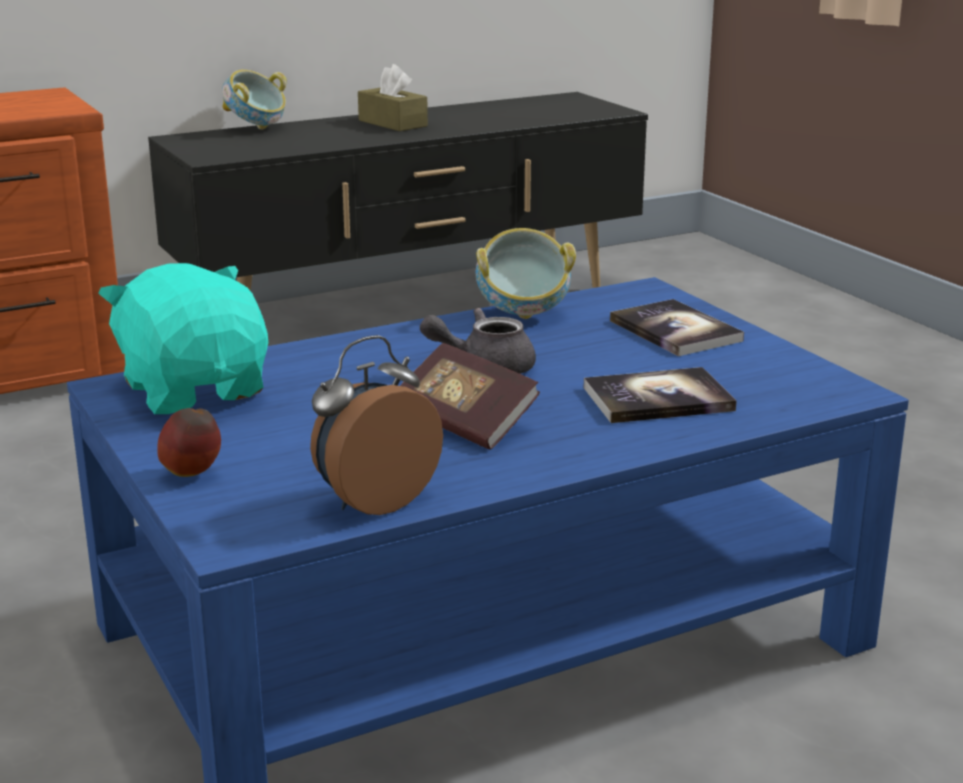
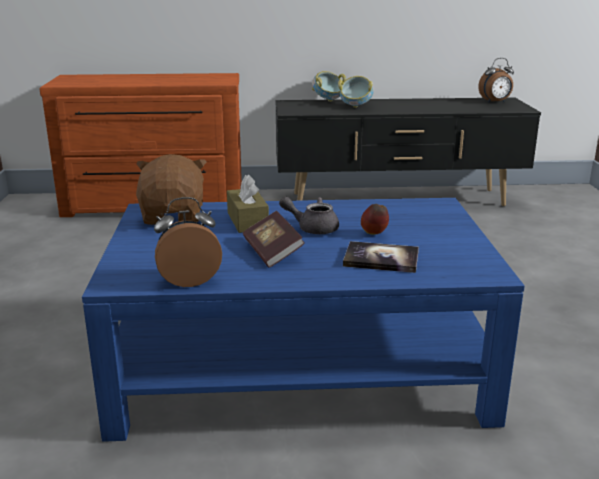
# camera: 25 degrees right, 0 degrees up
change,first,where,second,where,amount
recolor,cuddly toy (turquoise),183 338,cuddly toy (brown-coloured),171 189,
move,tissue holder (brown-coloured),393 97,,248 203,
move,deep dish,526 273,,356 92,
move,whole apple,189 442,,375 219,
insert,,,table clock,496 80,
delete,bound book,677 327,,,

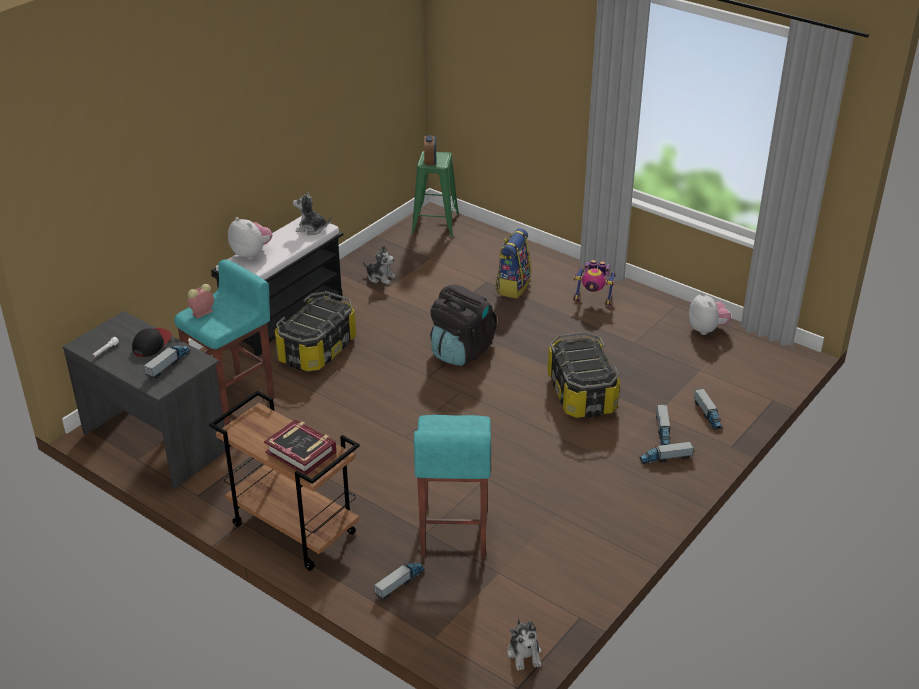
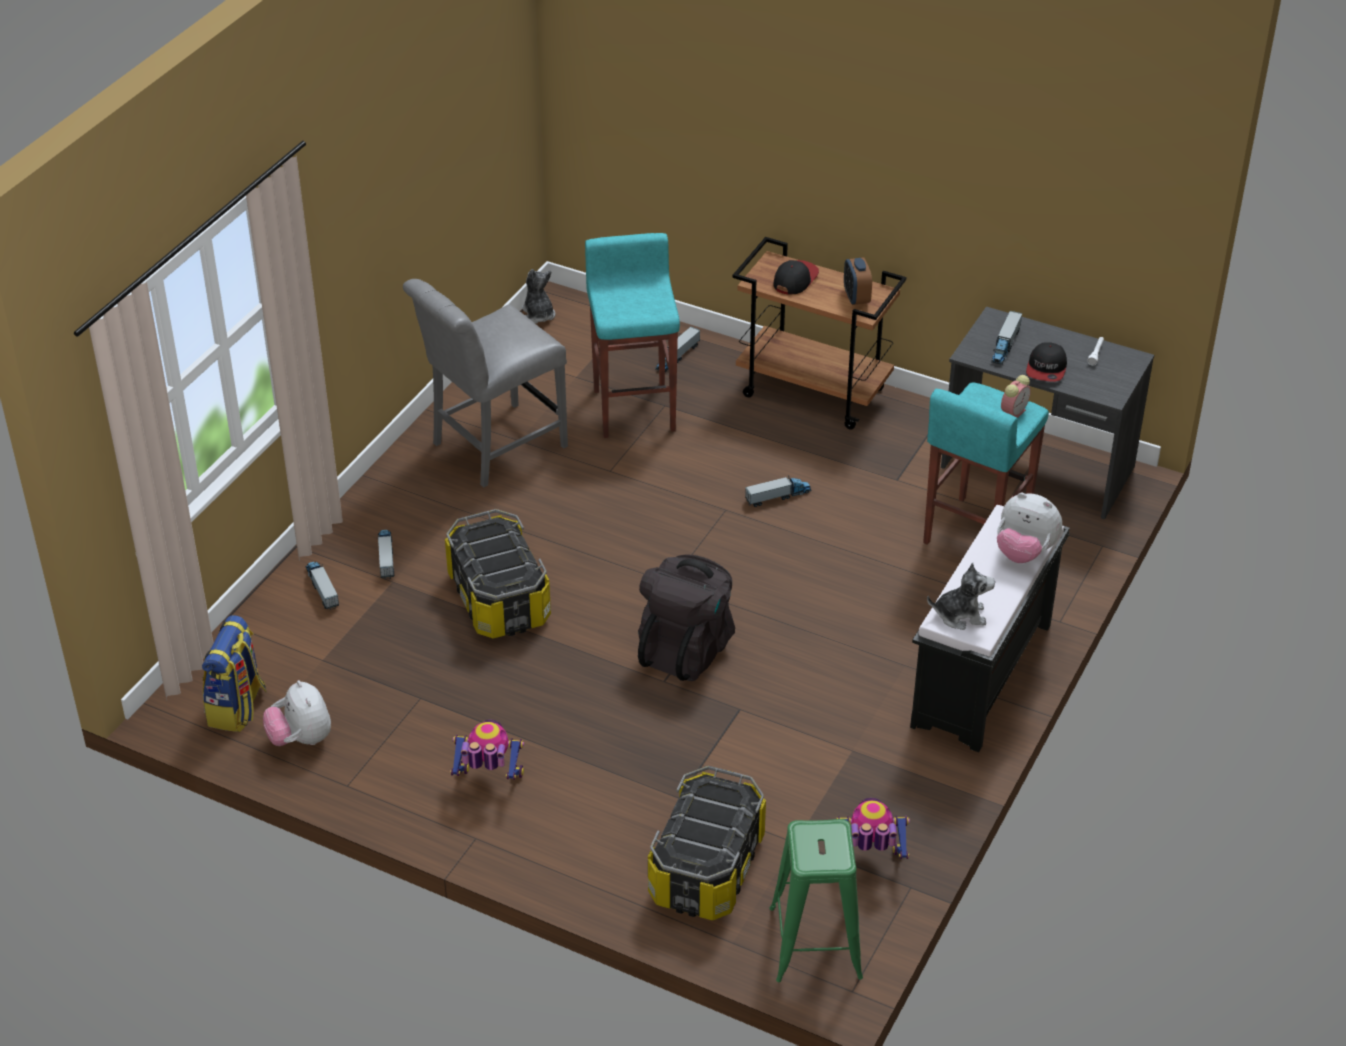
# camera: 170 degrees right, 5 degrees up
change,first,where,second,where,amount
move,knapsack,513 263,,234 673,
insert,,,chair (greyish),485 383,
move,storage container,315 331,,707 843,
move,toy lorry,666 453,,778 491,
replace,bound book,300 447,baseball cap,796 277,
insert,,,model robot,873 828,
move,table clock,430 150,,858 281,
delete,cuddly toy,379 265,,,

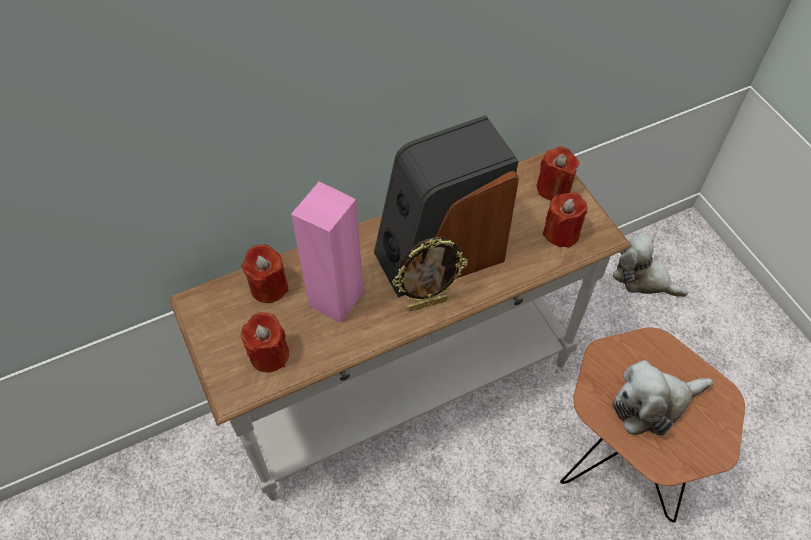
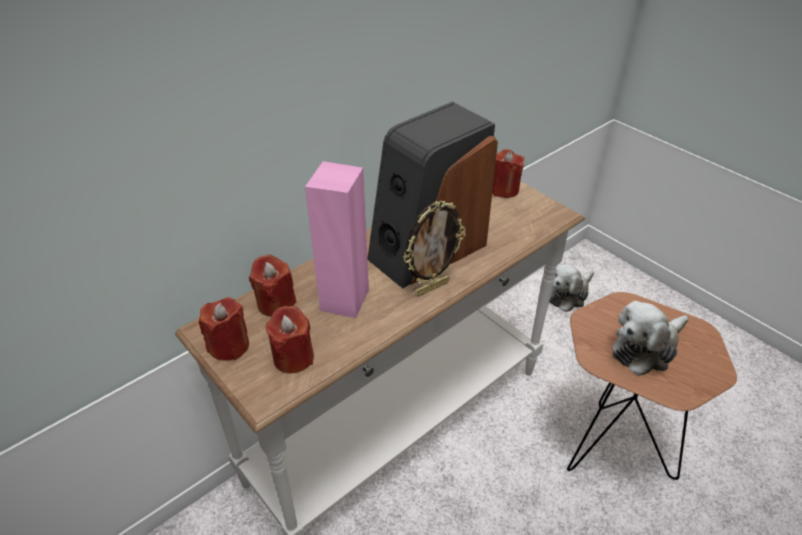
# camera: 15 degrees left, 15 degrees down
change,first,where,second,where,amount
move,candle (red),565 220,,224 329,
rotate,cuddly toy,650 265,,571 287,60 degrees counterclockwise

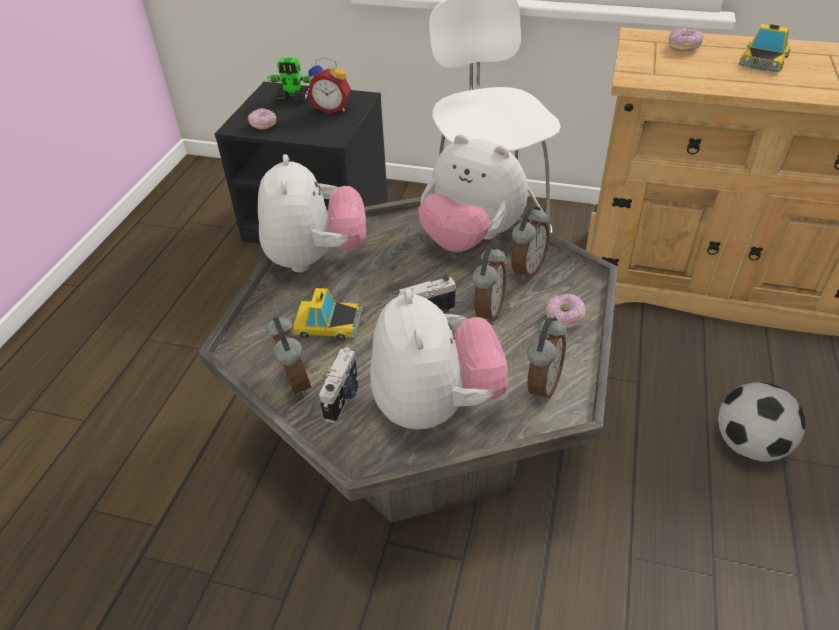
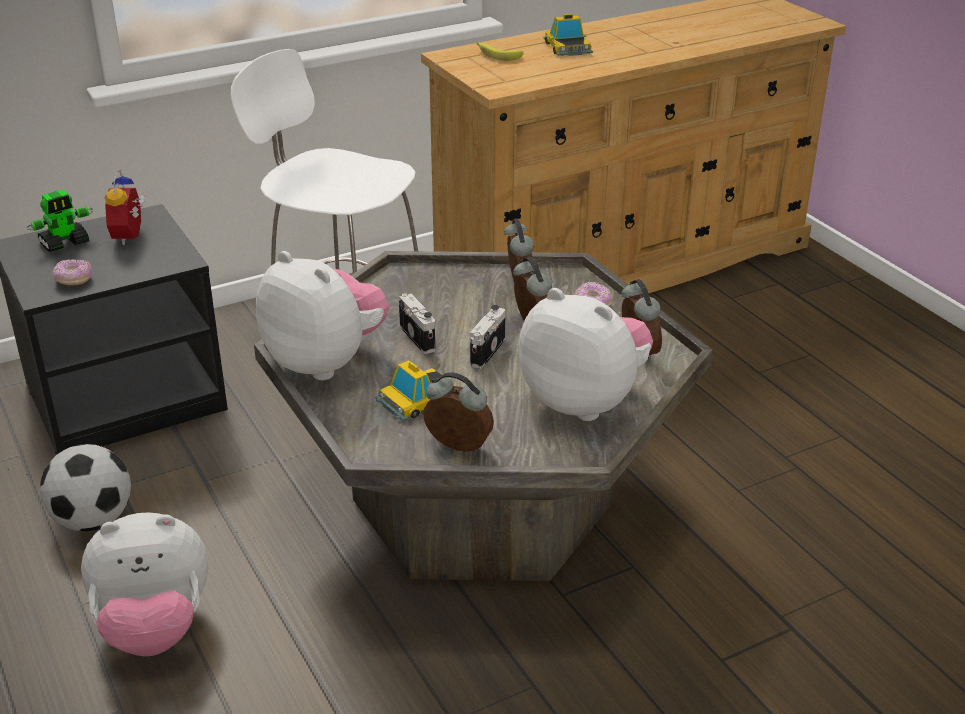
# camera: 45 degrees left, 10 degrees down
change,first,where,second,where,amount
move,football,761 422,,85 487,
move,cuddly toy,473 193,,144 584,
rotate,table clock,329 86,,125 207,120 degrees clockwise
move,still camera,338 385,,417 323,
replace,donut,685 39,banana fruit,500 51,

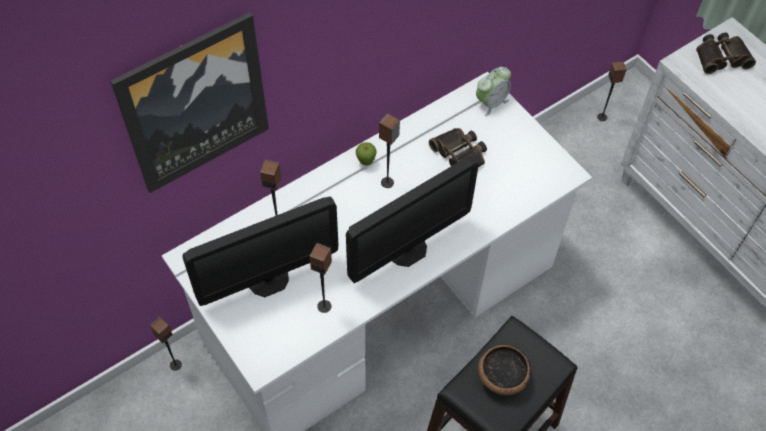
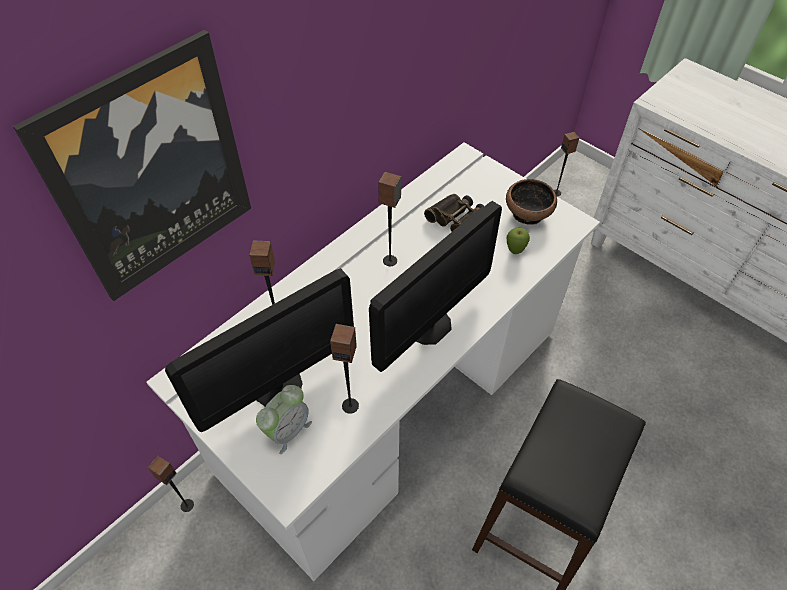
# camera: 10 degrees left, 5 degrees down
change,first,where,second,where,amount
move,table clock,493 91,,284 419,
move,deep dish,504 369,,531 202,
move,whole apple,366 154,,518 241,
delete,pair of binoculars,726 53,,,

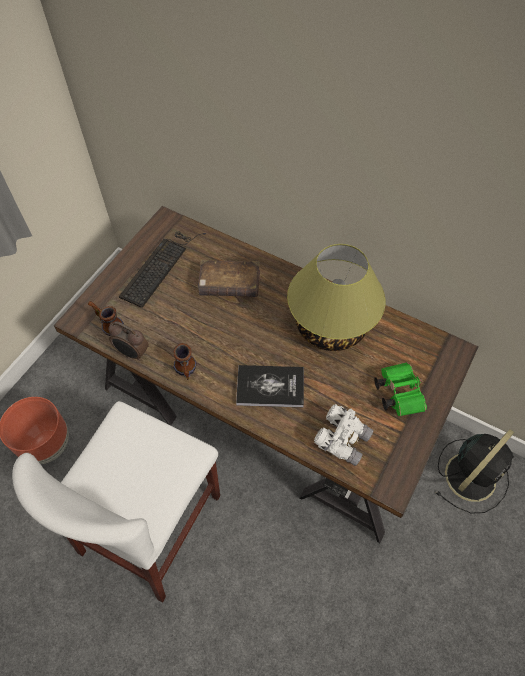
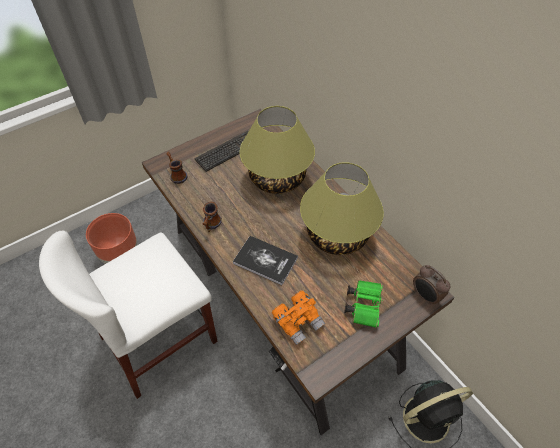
# camera: 25 degrees right, 5 degrees down
change,first,where,second,where,amount
replace,bound book (brown-coloured),229 278,lamp for a table,277 150,
recolor,pair of binoculars (whitish),344 435,pair of binoculars (orange),298 318,
move,table clock,128 341,,431 285,

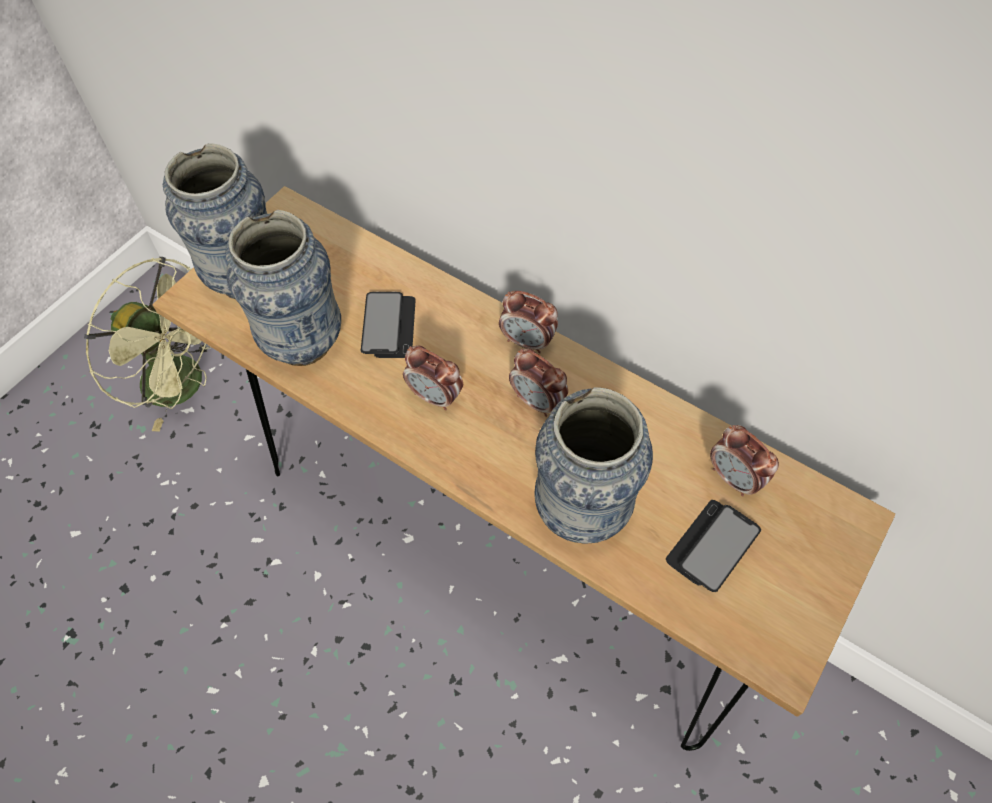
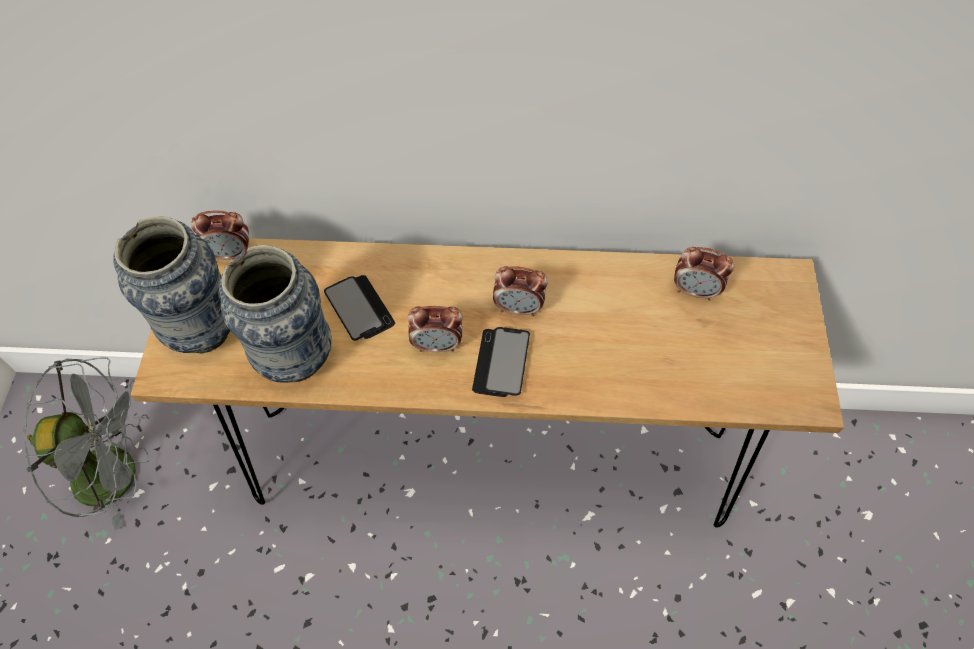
# camera: 30 degrees left, 0 degrees up
change,first,where,second,where,amount
recolor,cooling fan (green-coloured),147 344,cooling fan (greyish),86 444,
move,table clock,528 322,,220 235,
move,telephone,713 546,,501 362,
delete,flower vase,593 465,,,

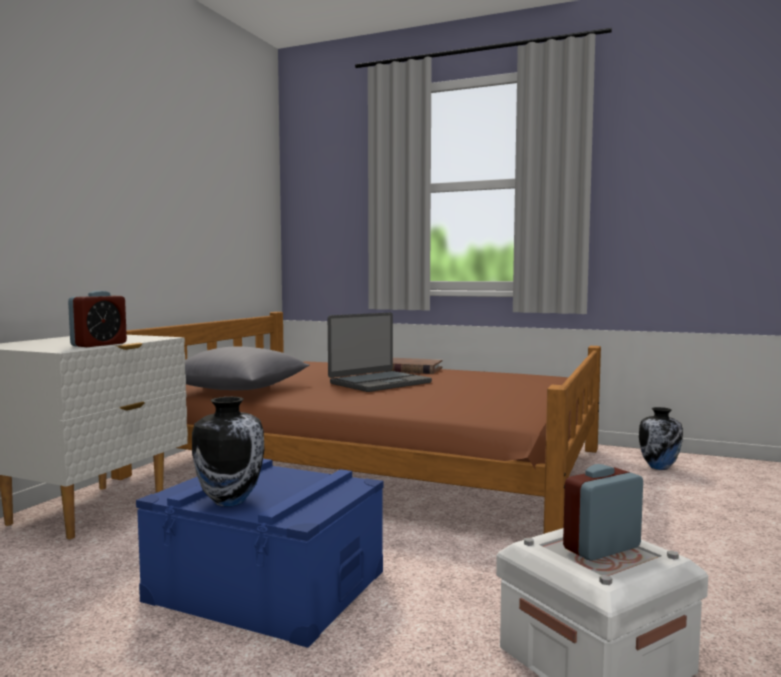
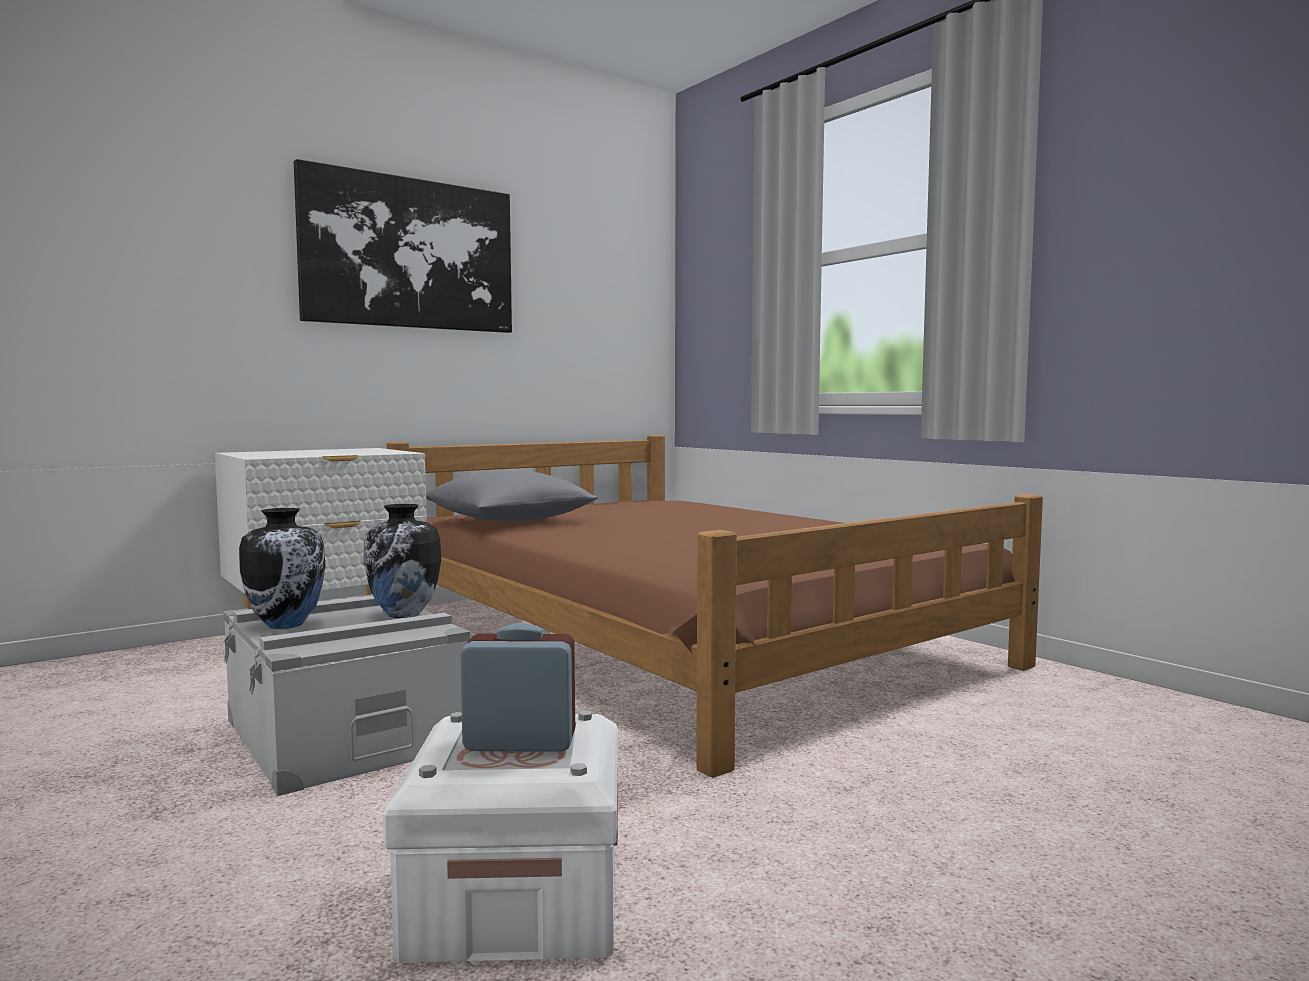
# camera: 30 degrees right, 0 degrees up
change,first,where,second,where,amount
recolor,storage container (bluish),259 553,storage container (greyish),346 695,
insert,,,wall picture,403 246,
move,flower vase,661 438,,402 561,
delete,table clock,97 319,,,
delete,notebook computer,380 352,,,
delete,bound book (brown-coloured),412 366,,,

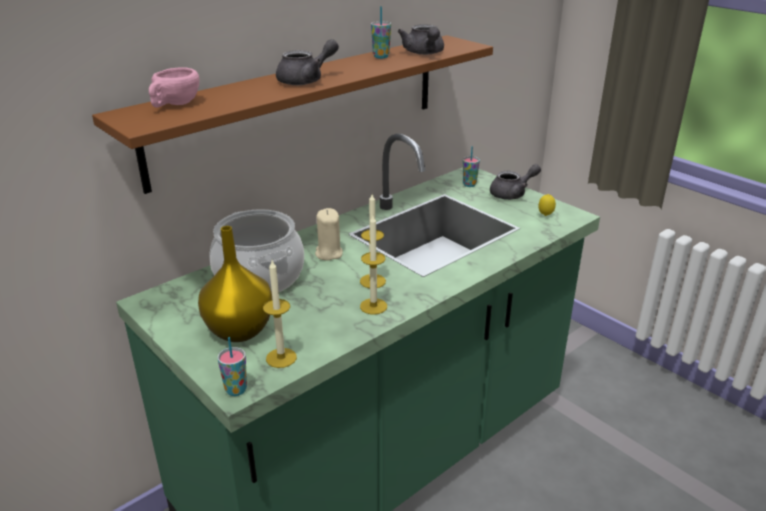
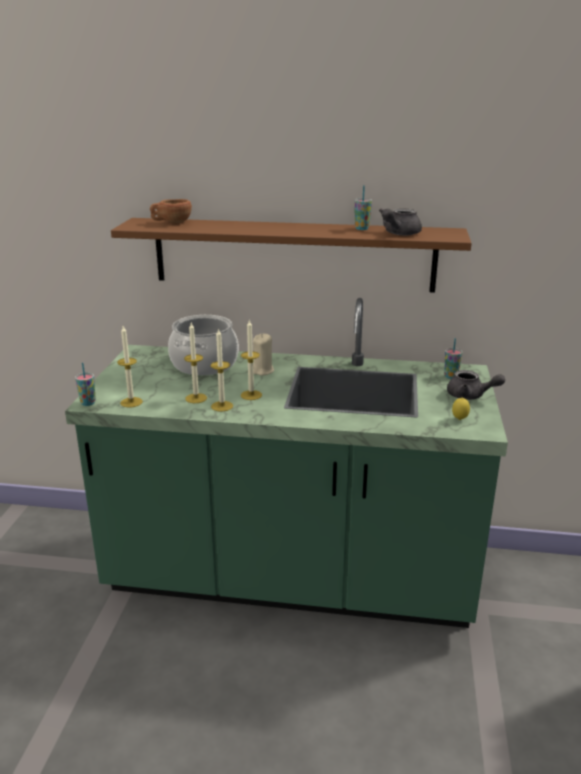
# camera: 50 degrees right, 5 degrees down
change,first,where,second,where,amount
recolor,drinking cup (pink),174 87,drinking cup (brown-coloured),171 211,
insert,,,candle,195 363,
delete,flower vase (yellow-coloured),235 284,,,
delete,pot for tea (greyish),307 62,,,

